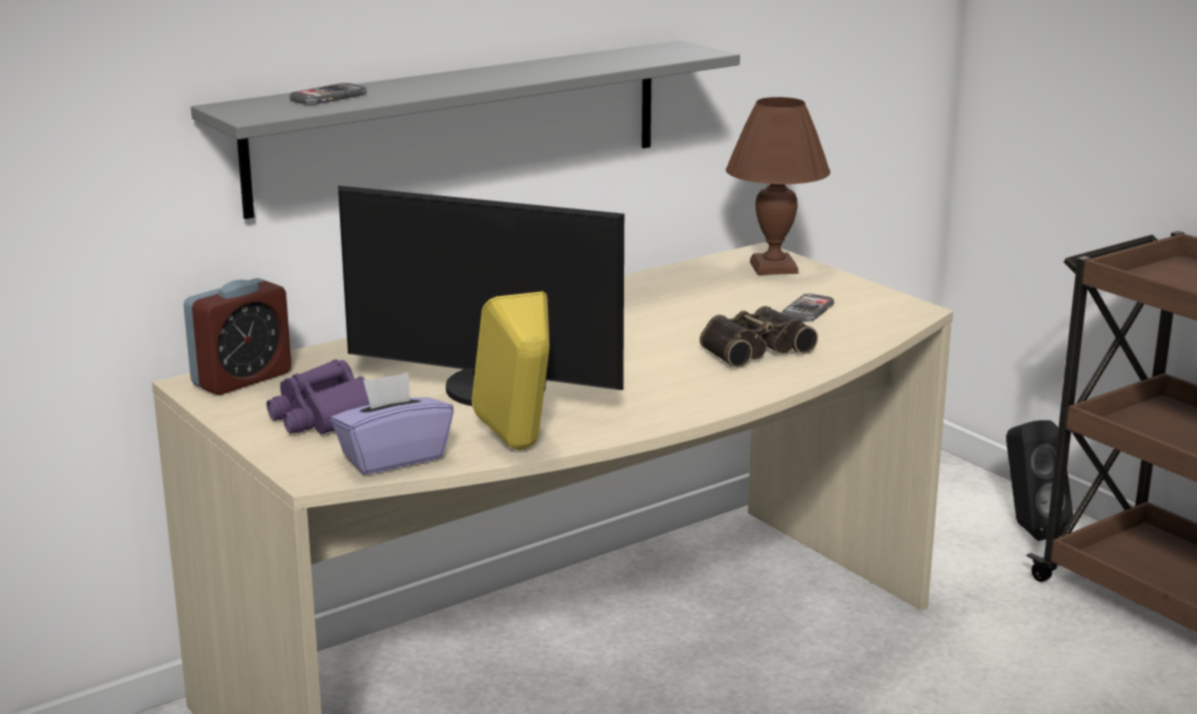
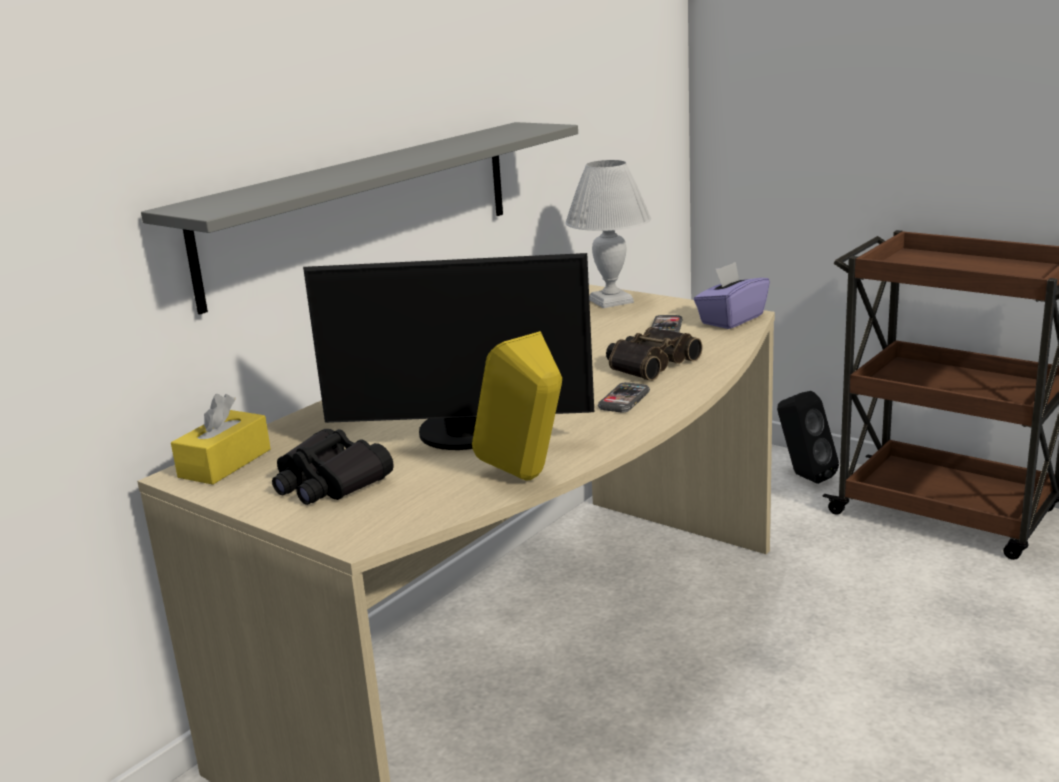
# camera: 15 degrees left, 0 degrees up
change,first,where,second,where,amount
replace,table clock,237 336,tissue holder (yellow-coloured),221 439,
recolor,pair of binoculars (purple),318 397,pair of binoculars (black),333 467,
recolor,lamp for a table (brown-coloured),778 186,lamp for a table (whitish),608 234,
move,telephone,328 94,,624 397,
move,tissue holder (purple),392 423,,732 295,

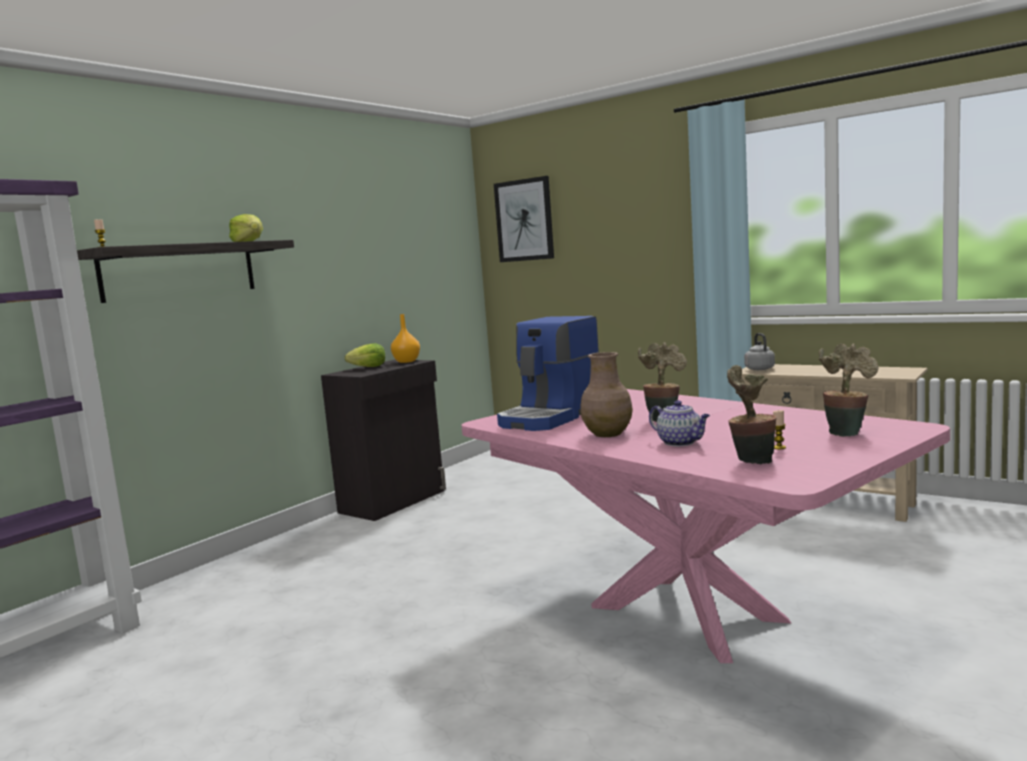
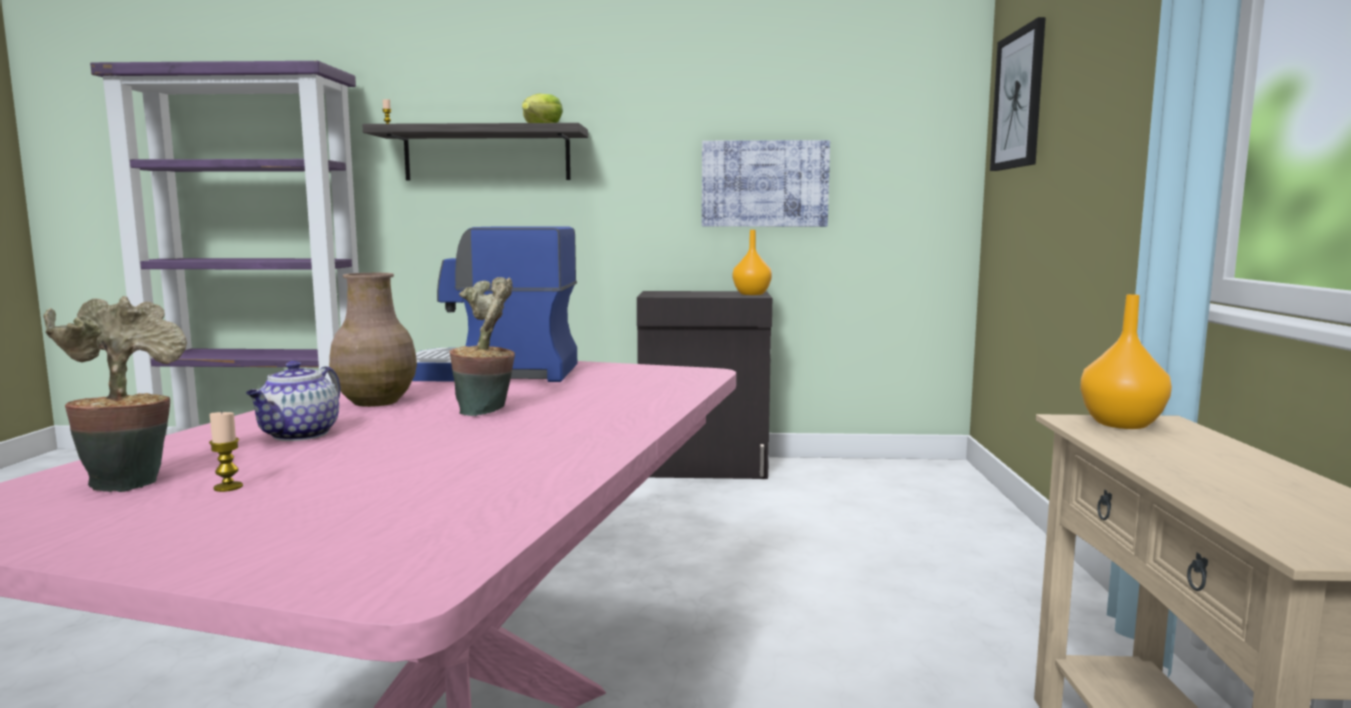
# camera: 55 degrees right, 0 degrees up
change,first,where,second,where,amount
insert,,,wall picture,766 183,
replace,tea kettle (greyish),759 351,flower vase (orange),1126 361,
delete,lettuce,365 355,,,
delete,potted plant,849 390,,,

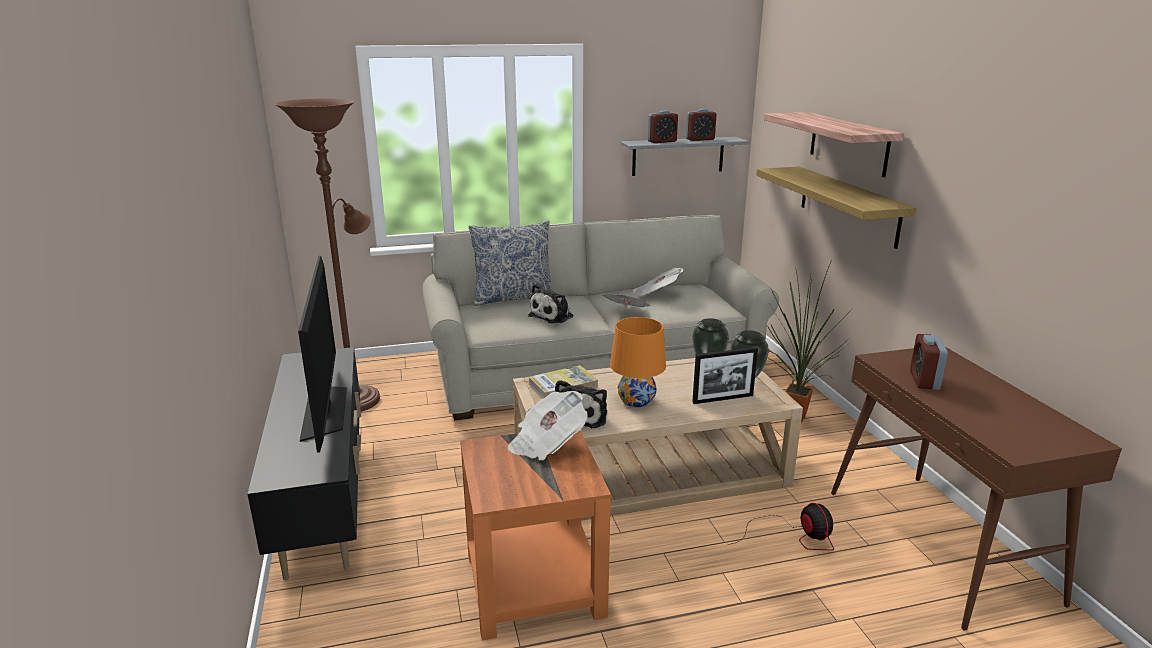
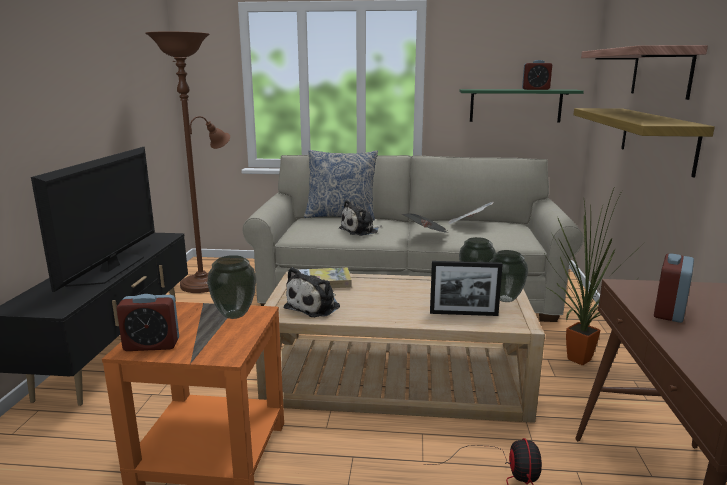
# camera: 20 degrees right, 5 degrees down
change,first,where,second,where,amount
move,table clock,663 126,,148 322,
replace,newspaper,548 425,flower vase,231 287,
recolor,bracket shelf (greyish),685 156,bracket shelf (green-coloured),521 105,
delete,lamp for a table (orange),638 362,,,

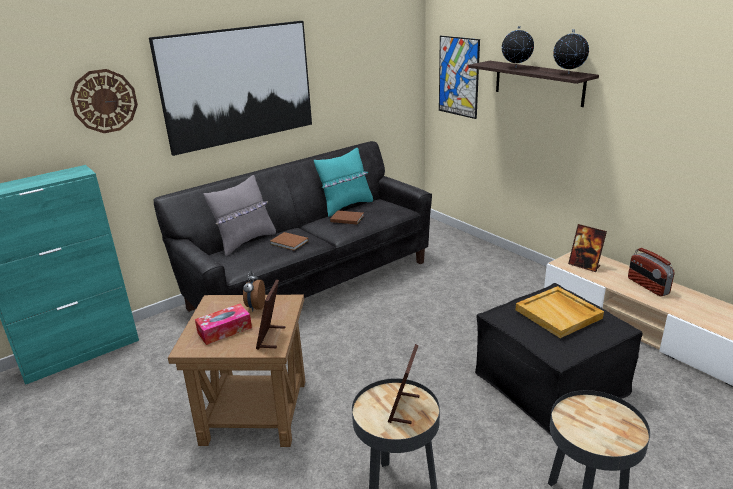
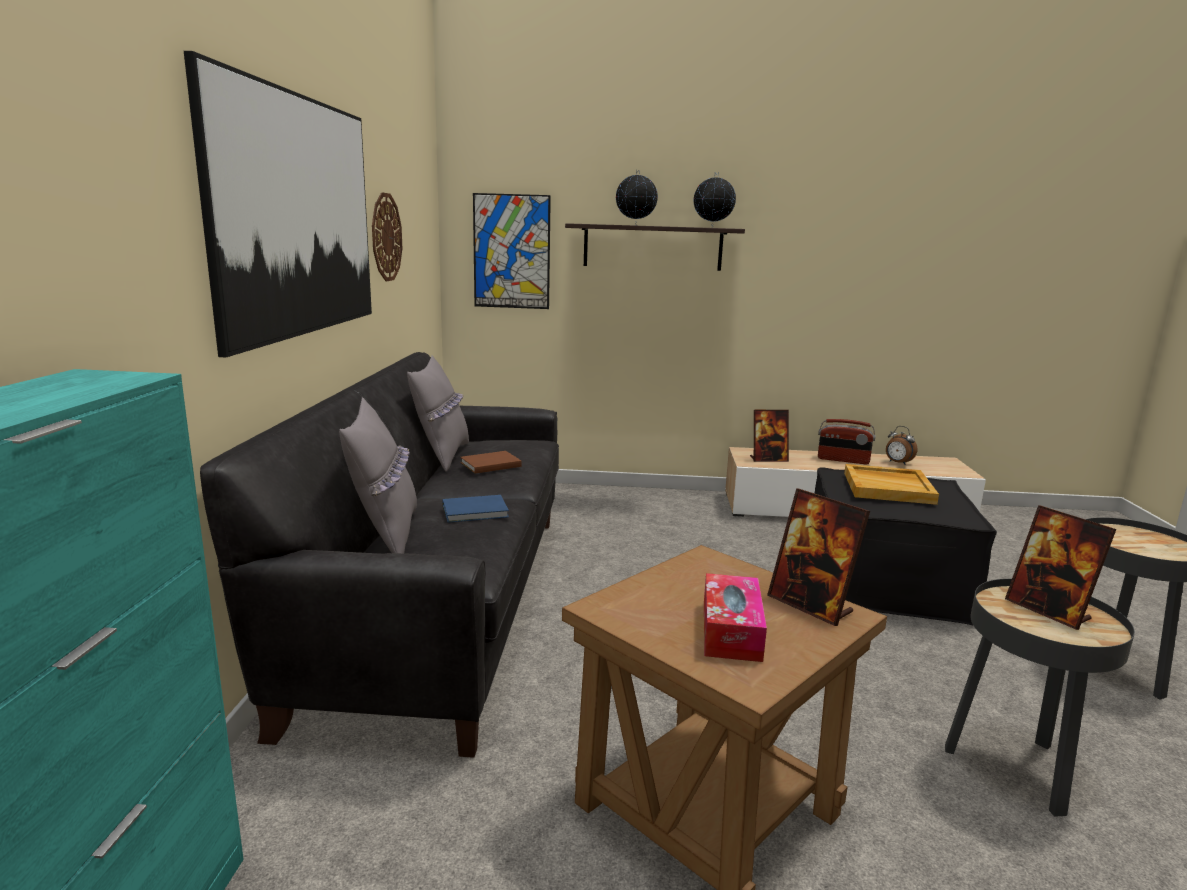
# camera: 50 degrees left, 10 degrees down
change,first,where,second,where,amount
move,clock on the wall,104 101,,387 236,
recolor,pillow (turquoise),343 182,pillow (greyish),438 414,
recolor,bound book (brown-coloured),289 241,bound book (bluish),476 509,
move,table clock,254 291,,901 445,

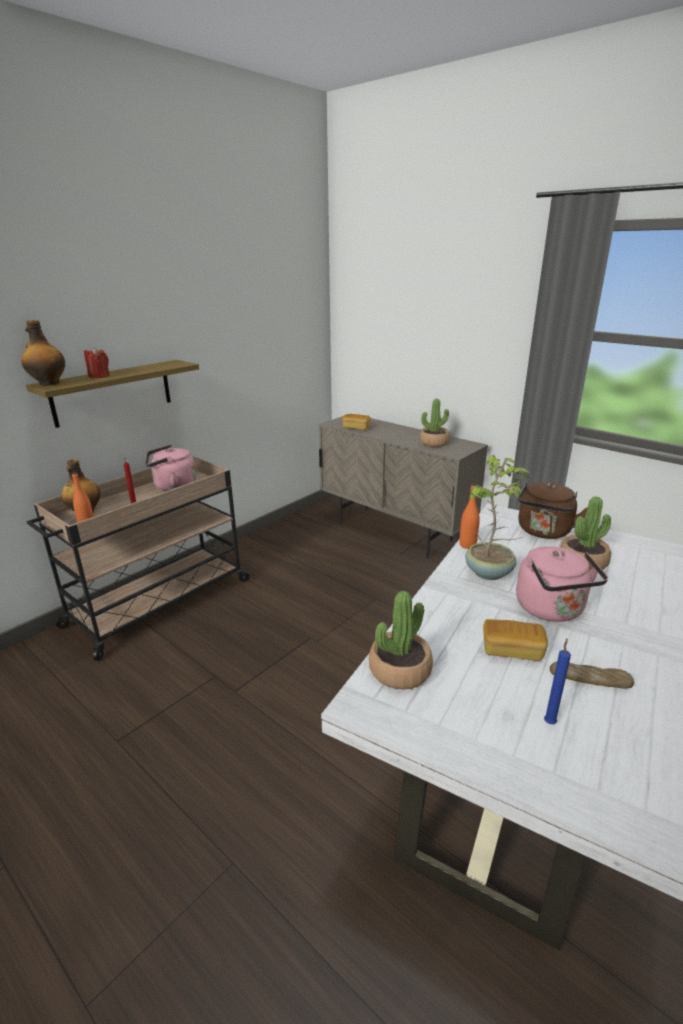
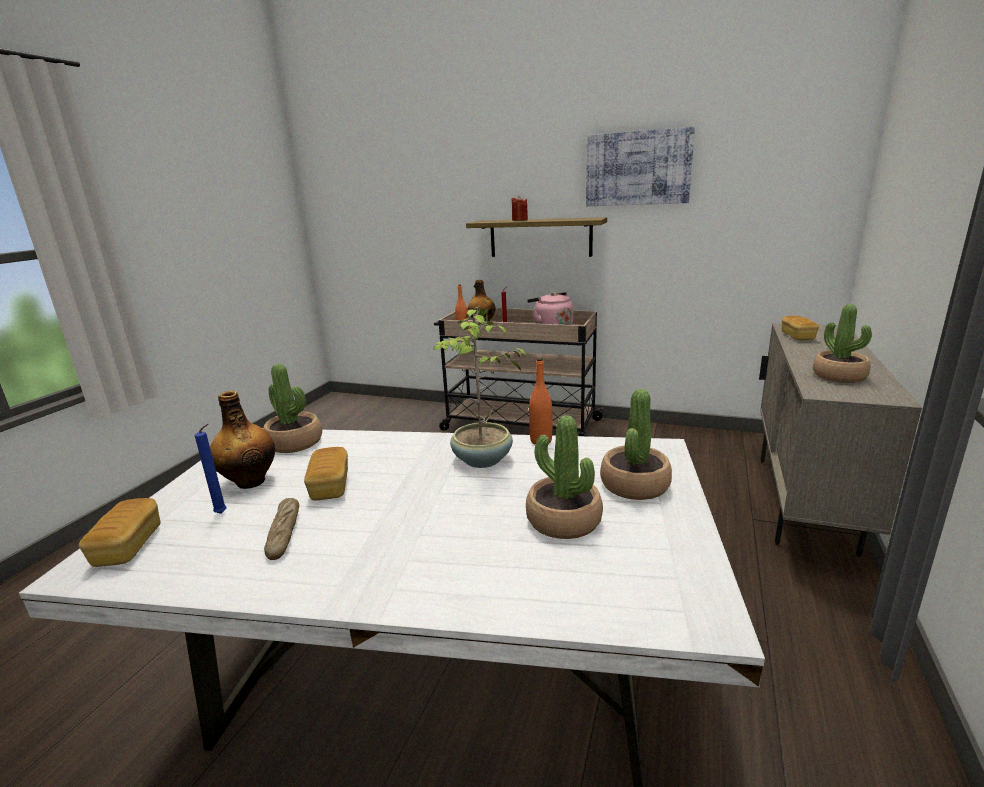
# camera: 70 degrees right, 5 degrees down
change,first,where,second,where,amount
insert,,,bakery bread,119 532,
move,bottle,43 353,,242 440,
insert,,,wall picture,640 166,
replace,tea kettle (brown-coloured),553 510,potted plant,636 444,
delete,tea kettle (pink),562 584,,,

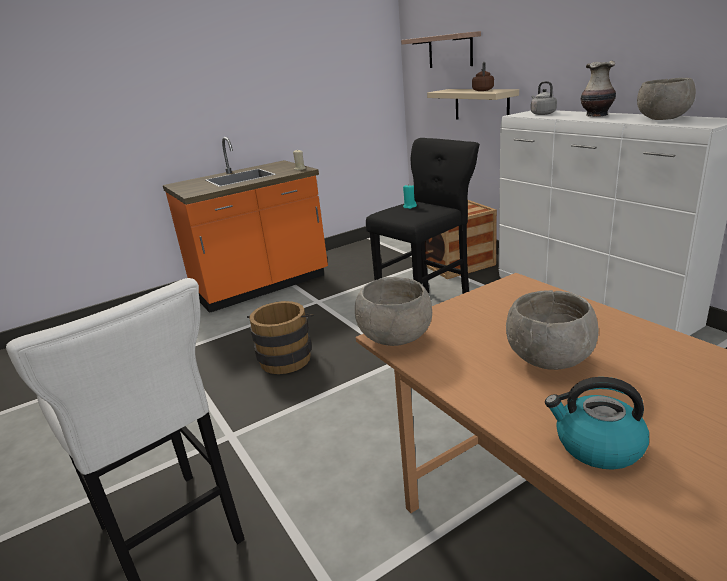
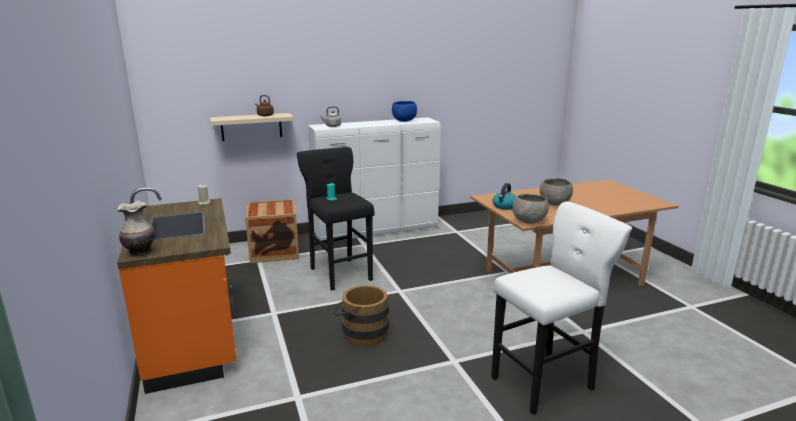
# camera: 80 degrees left, 5 degrees down
change,first,where,second,where,amount
move,flower vase,598 89,,136 228,
recolor,deep dish (greyish),666 99,deep dish (bluish),404 111,
move,tea kettle,597 423,,504 196,
delete,bracket shelf,441 49,,,

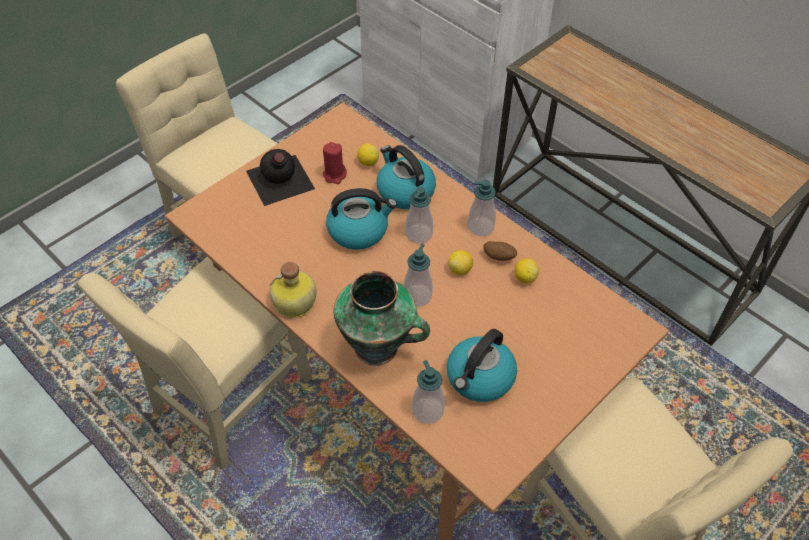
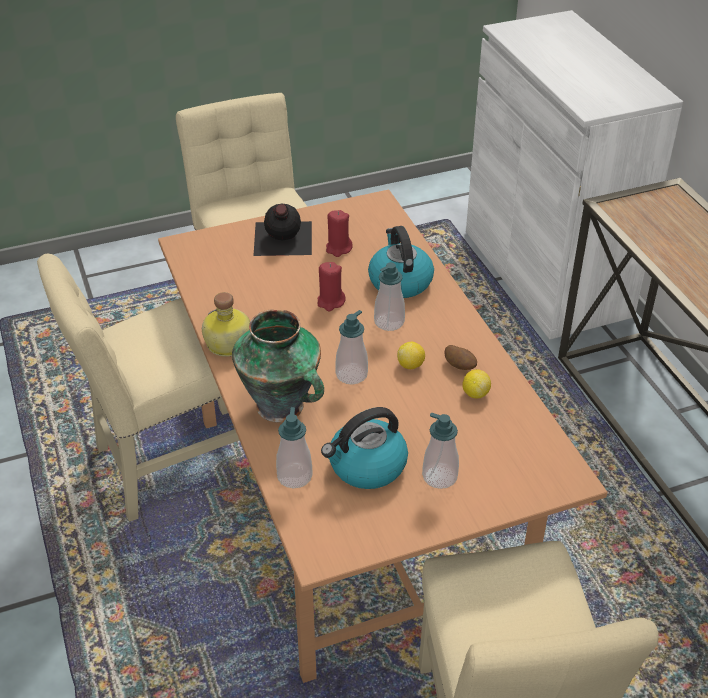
# camera: 25 degrees right, 10 degrees down
change,first,where,second,where,amount
replace,tea kettle,361 219,candle (red),331 286,
move,soap dispenser,481 208,,440 451,
delete,whole lemon,368 154,,,

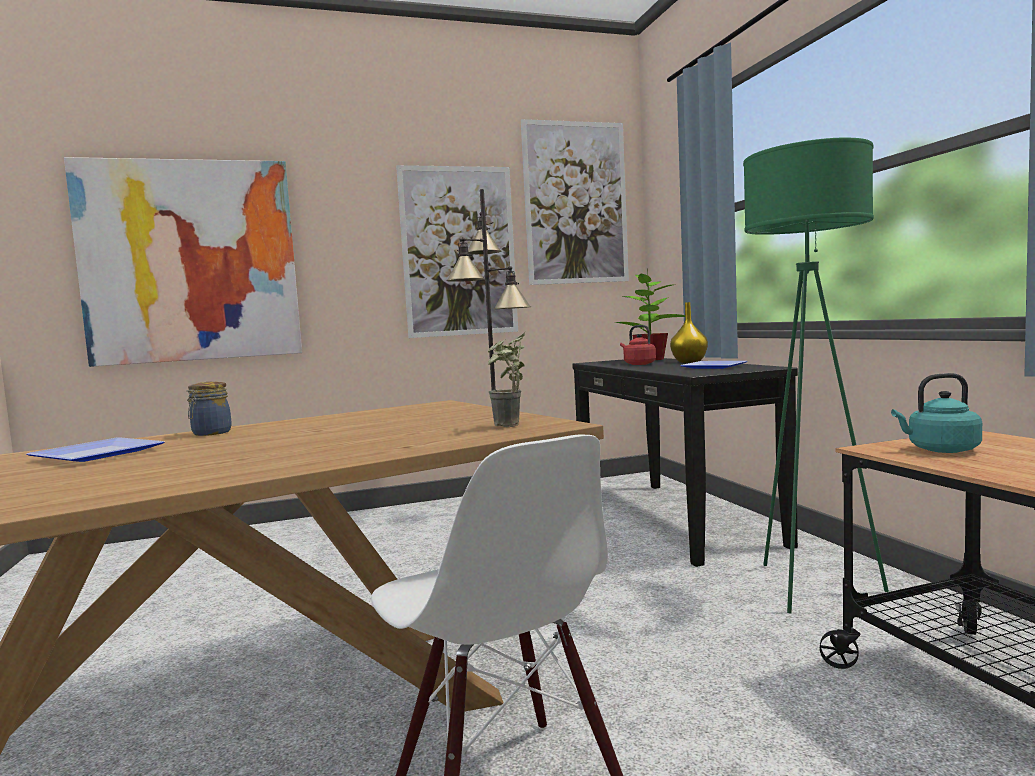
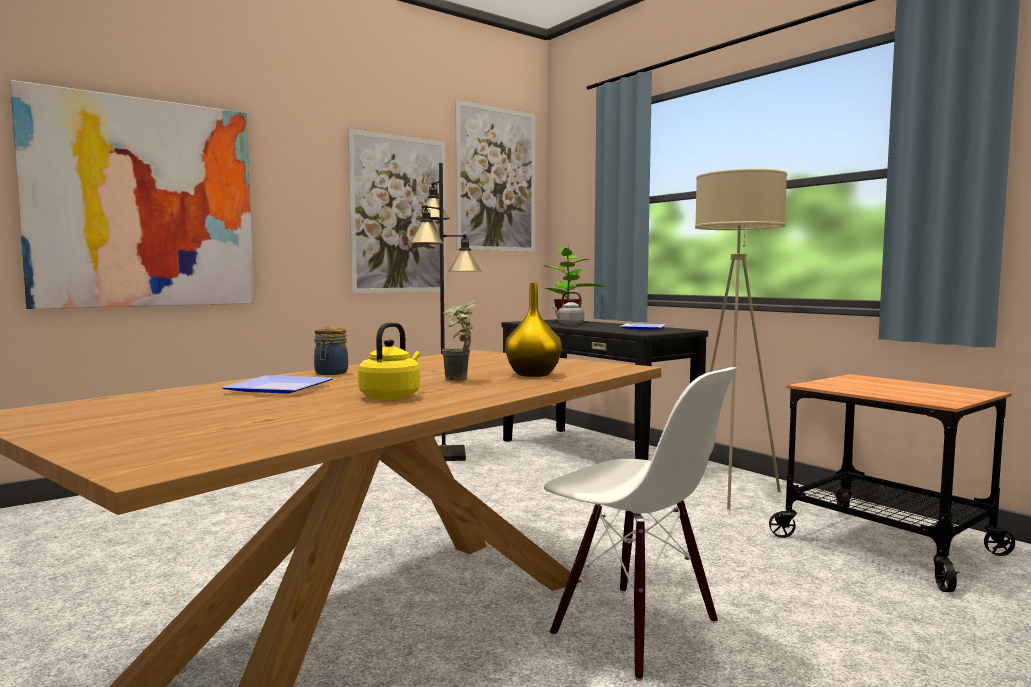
# camera: 20 degrees left, 0 degrees up
change,first,where,second,where,amount
insert,,,tea kettle (yellow-coloured),389 361,
move,potted plant,506 379,,459 340,
move,flower vase (yellow-coloured),689 332,,533 330,
recolor,tea kettle (red),638 345,tea kettle (greyish),568 308,
recolor,standard lamp (green-coloured),816 376,standard lamp (beige),741 339,
delete,tea kettle (turquoise),936 413,,,

